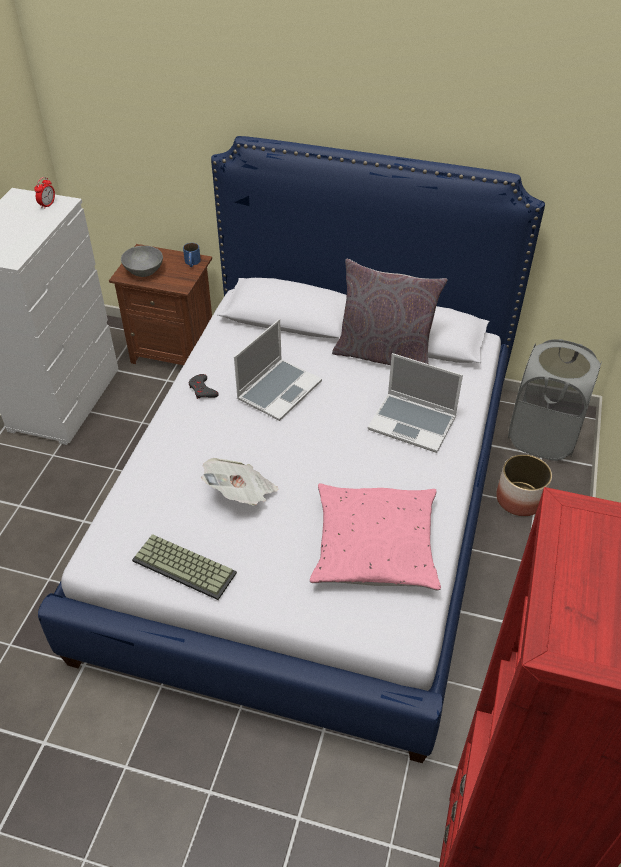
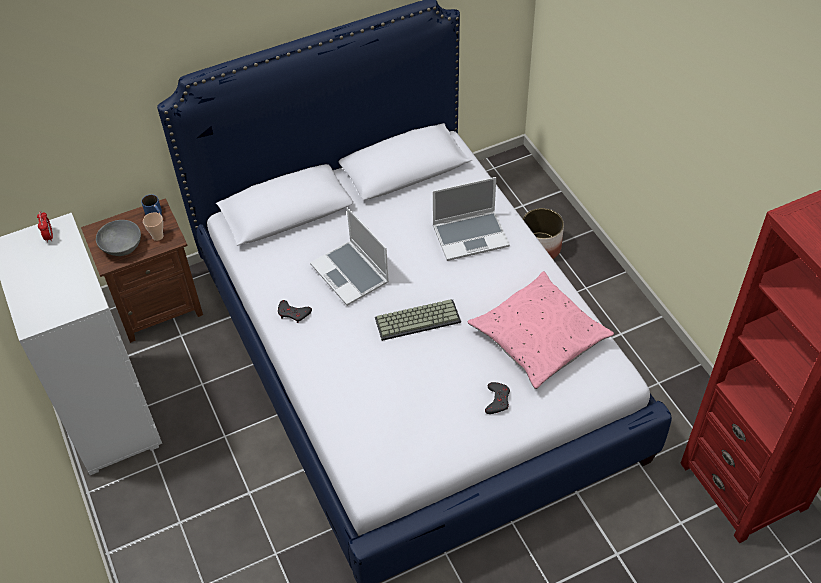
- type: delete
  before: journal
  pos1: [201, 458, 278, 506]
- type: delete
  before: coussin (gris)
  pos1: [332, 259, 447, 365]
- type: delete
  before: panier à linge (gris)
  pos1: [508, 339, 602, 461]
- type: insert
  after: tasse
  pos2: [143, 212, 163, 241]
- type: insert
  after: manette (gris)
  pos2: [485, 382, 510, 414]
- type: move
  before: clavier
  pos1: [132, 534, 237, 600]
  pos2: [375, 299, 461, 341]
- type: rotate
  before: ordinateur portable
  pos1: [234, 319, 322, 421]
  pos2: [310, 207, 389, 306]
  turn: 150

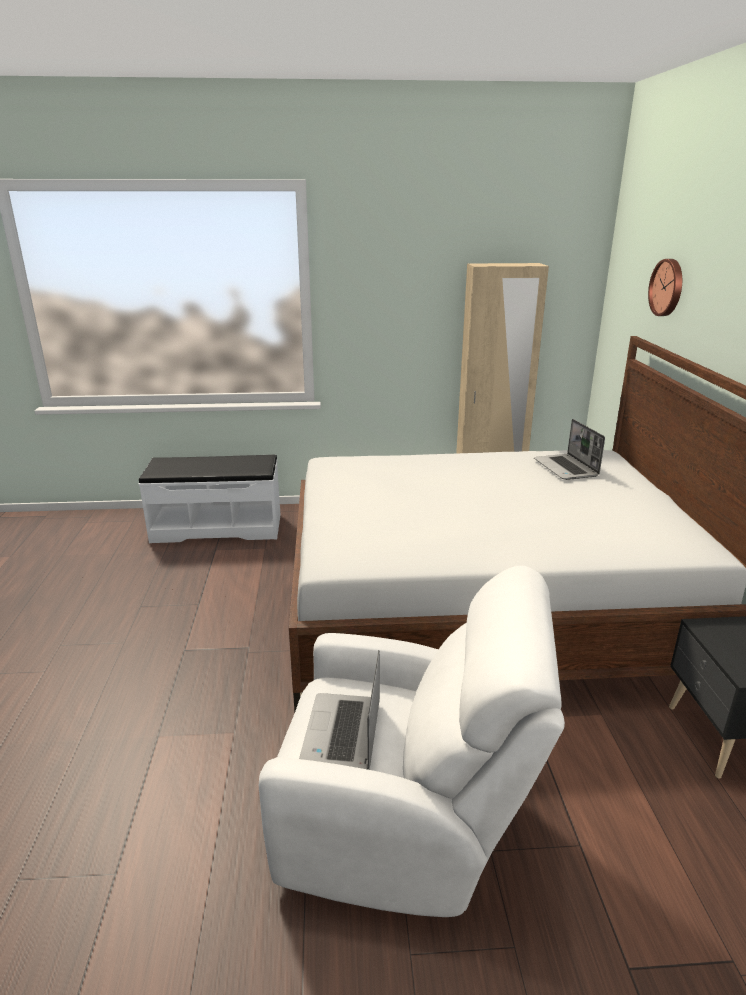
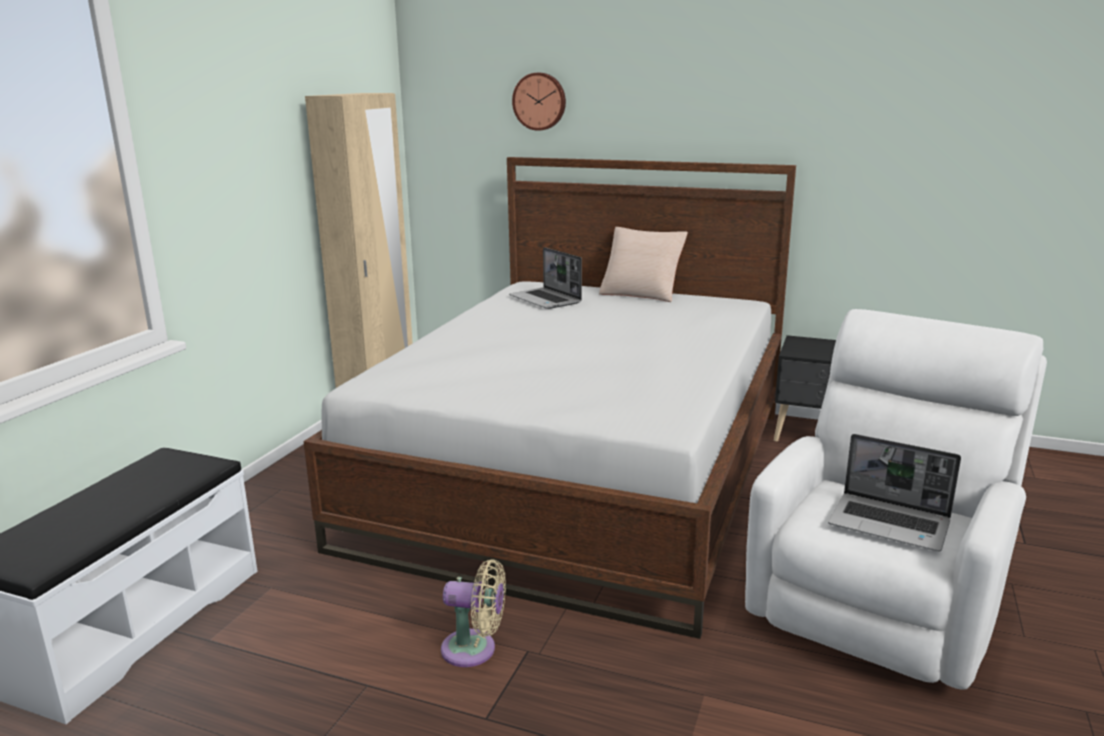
- type: insert
  after: ventilateur (beige)
  pos2: [441, 559, 506, 667]
- type: insert
  after: coussin (beige)
  pos2: [599, 227, 688, 302]
- type: rotate
  before: ordinateur portable
  pos1: [534, 419, 605, 480]
  pos2: [509, 247, 582, 309]
  turn: 45

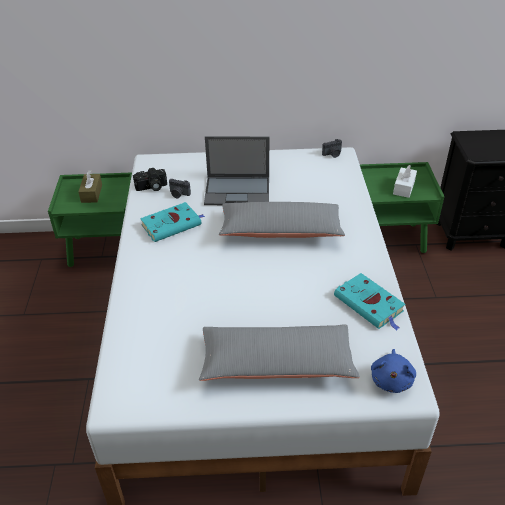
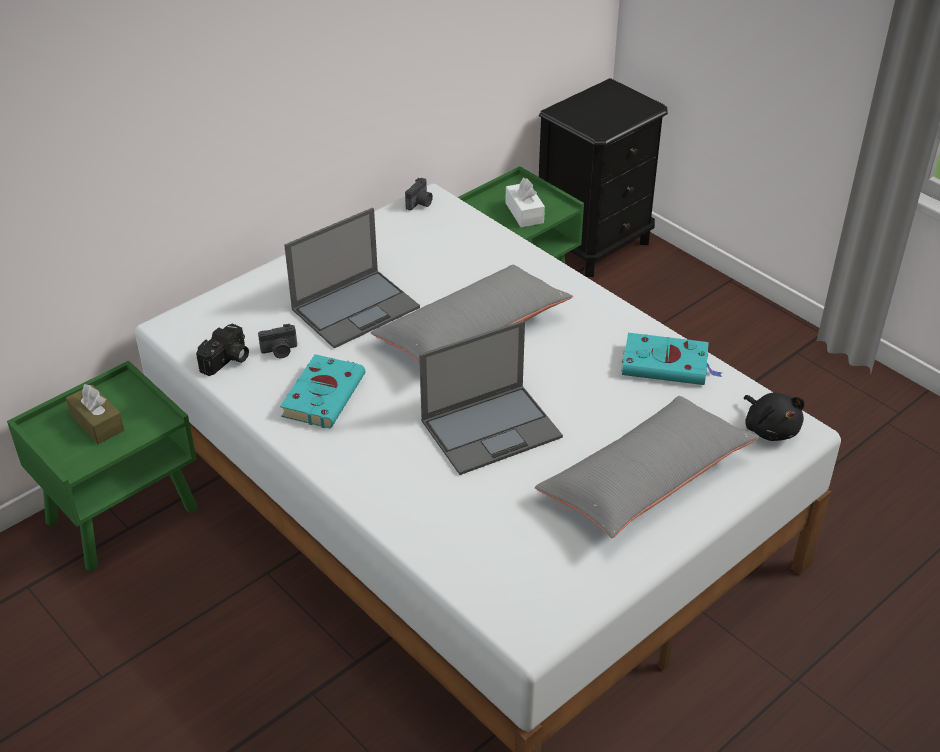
- type: insert
  after: ordinateur portable
  pos2: [419, 320, 563, 475]
- type: recolor
  before: peluche (bleu)
  after: peluche (noir)
  pos1: [371, 349, 416, 393]
  pos2: [744, 393, 804, 441]

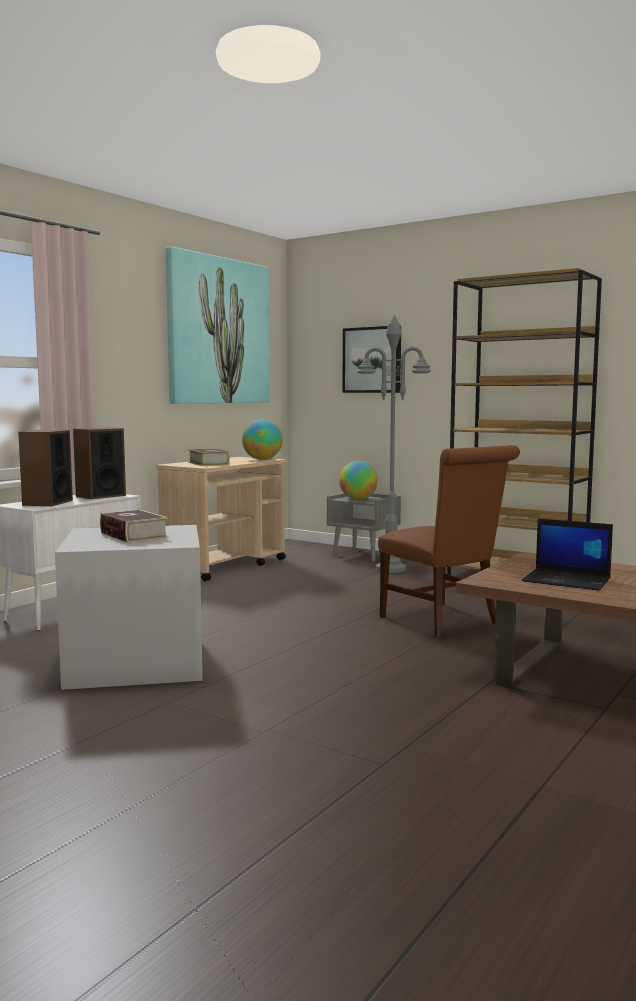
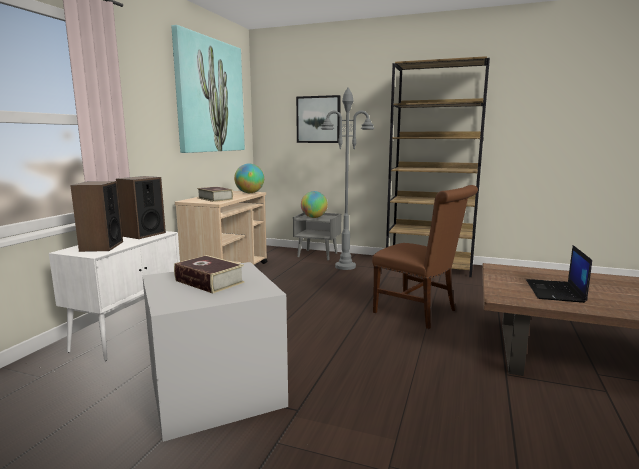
- type: rotate
  before: ordinateur portable
  pos1: [522, 519, 613, 591]
  pos2: [526, 245, 592, 303]
  turn: 90

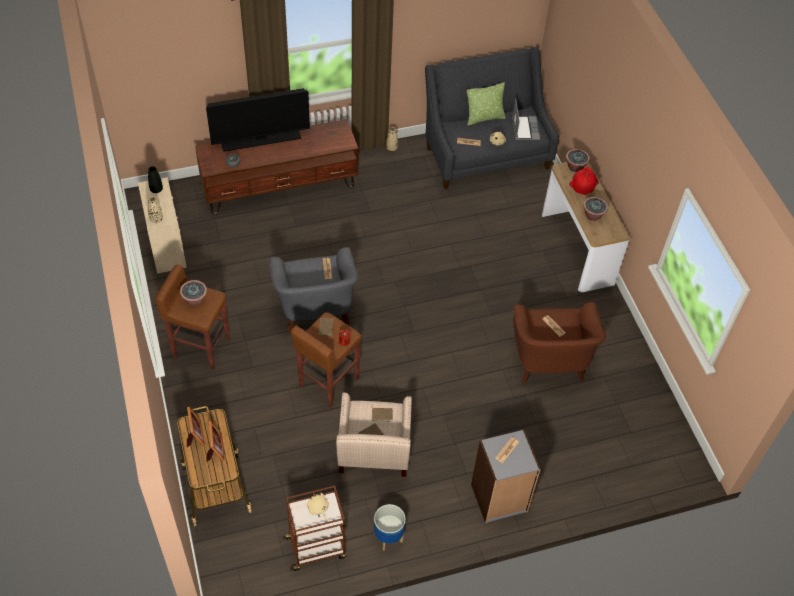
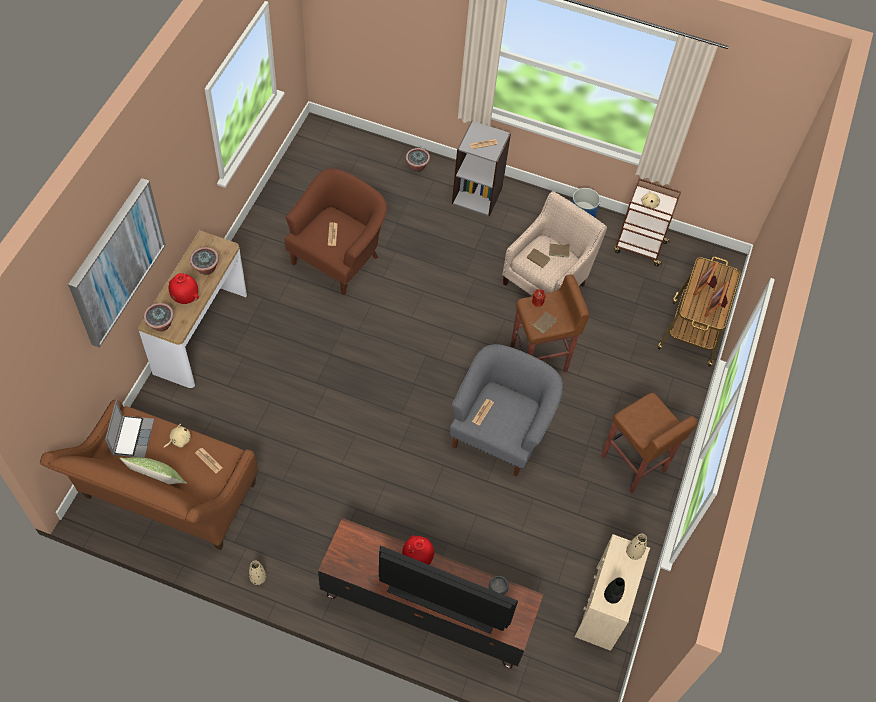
- type: insert
  after: tableau
  pos2: [68, 178, 166, 348]
- type: insert
  after: vase (rouge)
  pos2: [402, 535, 434, 565]
- type: move
  before: plante en pot
  pos1: [180, 280, 207, 306]
  pos2: [406, 148, 430, 172]
- type: recolor
  before: canapé (gris)
  after: canapé (marron)
  pos1: [425, 47, 559, 189]
  pos2: [40, 400, 258, 550]
- type: rotate
  before: ordinateur portable
  pos1: [512, 99, 540, 140]
  pos2: [105, 400, 154, 458]
  turn: 150

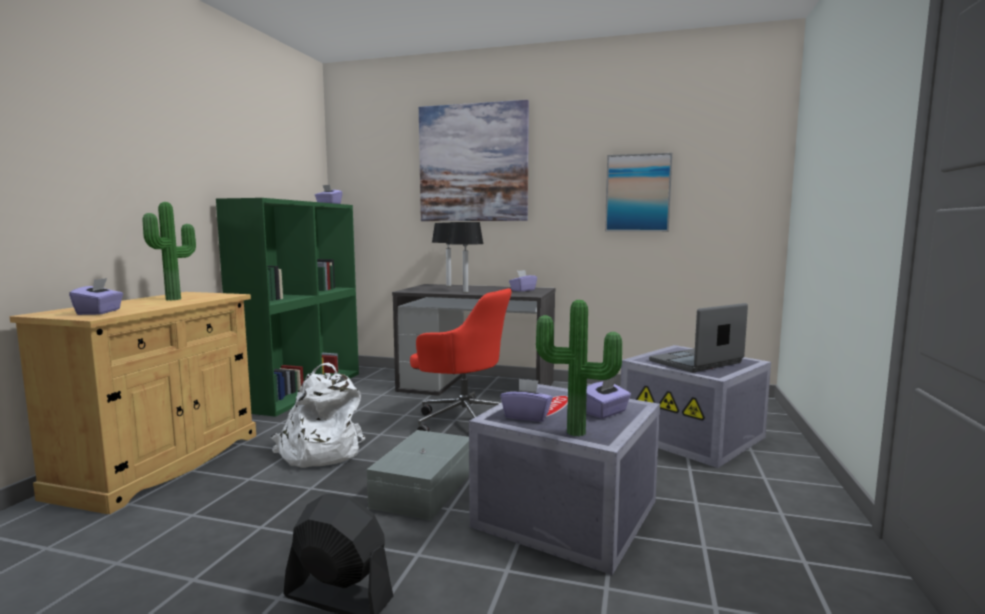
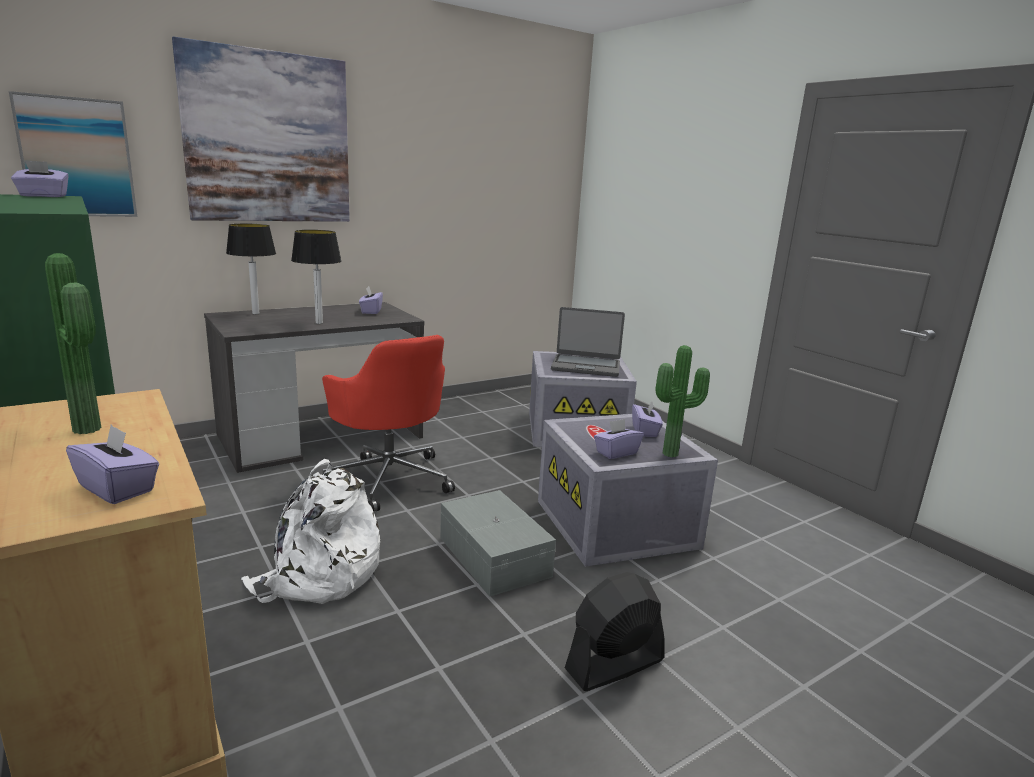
- type: move
  before: tableau
  pos1: [605, 153, 672, 232]
  pos2: [9, 91, 137, 217]
- type: rotate
  before: chaise de bureau (rouge)
  pos1: [410, 288, 512, 431]
  pos2: [322, 335, 455, 512]
  turn: 75
- type: rotate
  before: ordinateur portable
  pos1: [649, 303, 748, 372]
  pos2: [551, 307, 625, 377]
  turn: -90

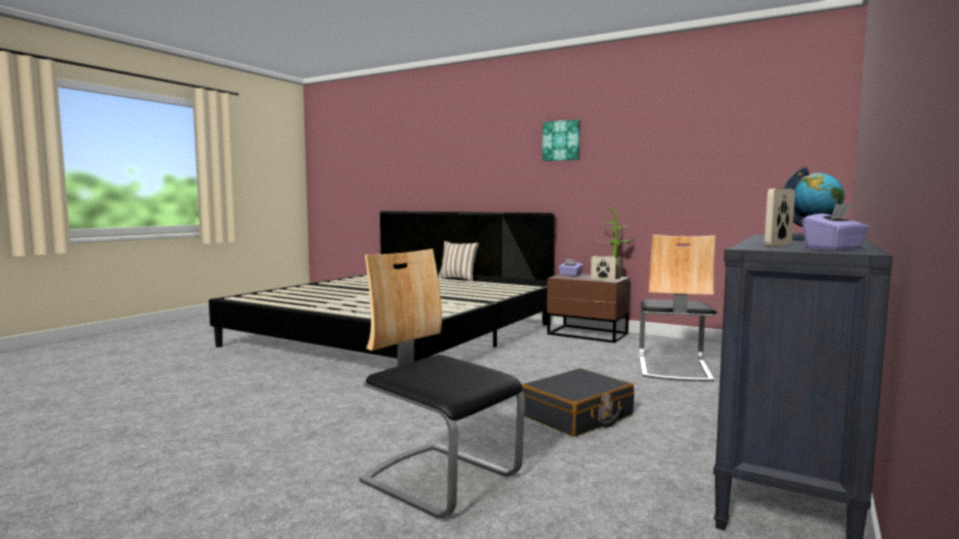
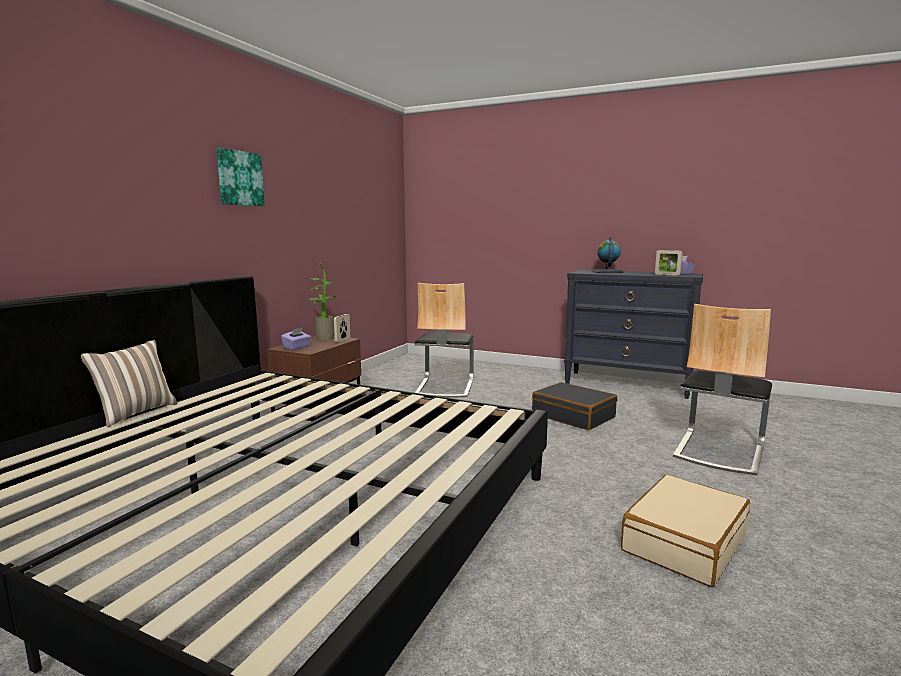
- type: insert
  after: valise (beige)
  pos2: [621, 475, 750, 587]
- type: rotate
  before: chaise
  pos1: [639, 235, 717, 382]
  pos2: [415, 283, 474, 397]
  turn: 90

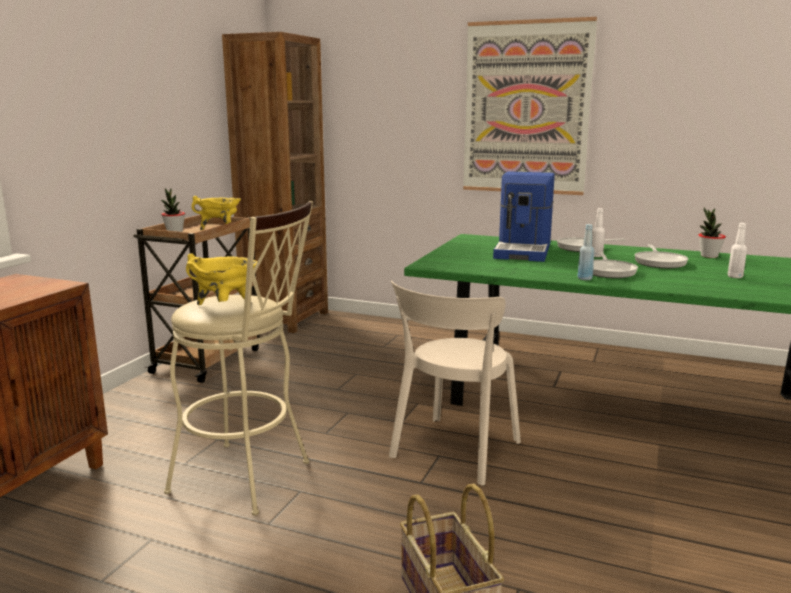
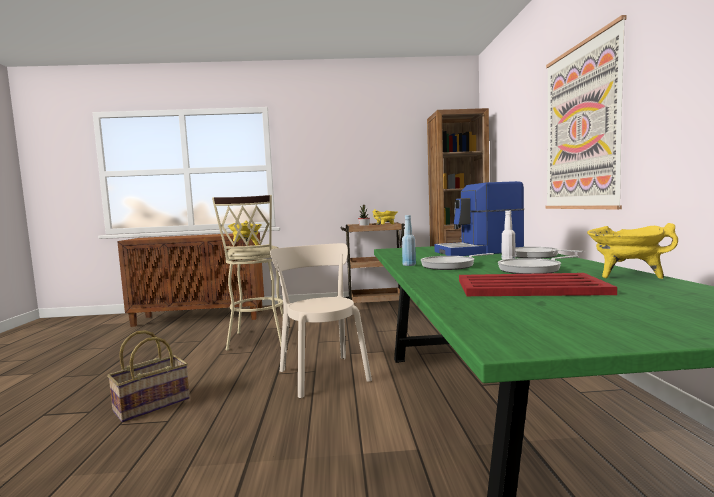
- type: replace
  before: plante en pot
  after: marmite (jaune)
  pos1: [699, 207, 726, 258]
  pos2: [587, 223, 678, 279]
- type: replace
  before: bouteille (blanc)
  after: plateau (rouge)
  pos1: [728, 223, 747, 278]
  pos2: [459, 273, 617, 296]
- type: rotate
  before: chaise (beige)
  pos1: [389, 280, 521, 486]
  pos2: [270, 243, 372, 398]
  turn: 60

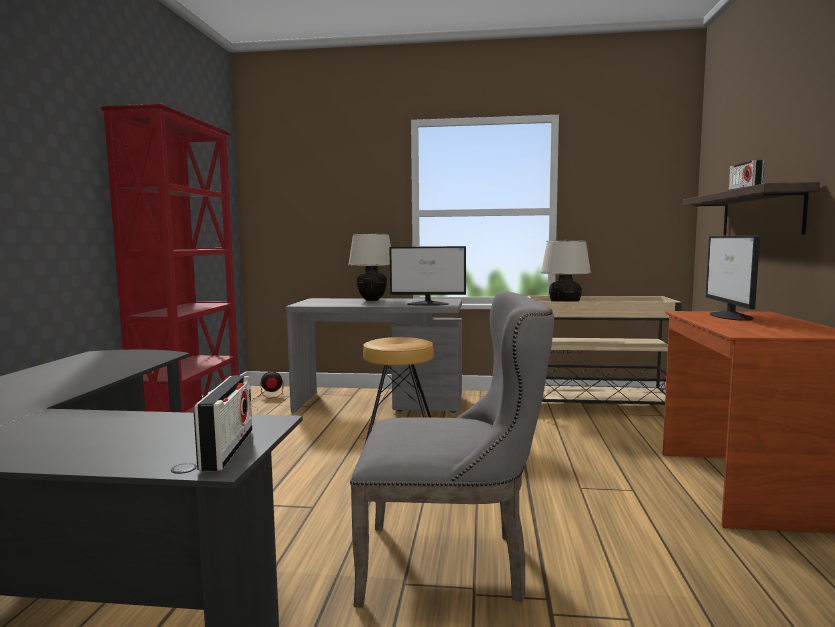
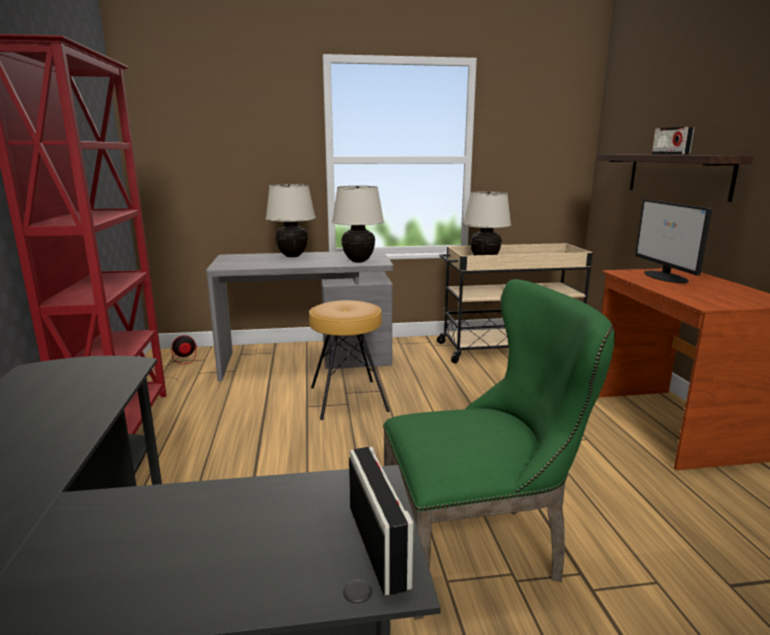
- type: replace
  before: écran d'ordinateur
  after: lampe de table (beige)
  pos1: [389, 246, 466, 306]
  pos2: [332, 186, 384, 262]
- type: recolor
  before: chaise (gris)
  after: chaise (vert)
  pos1: [350, 291, 554, 607]
  pos2: [383, 279, 615, 620]

